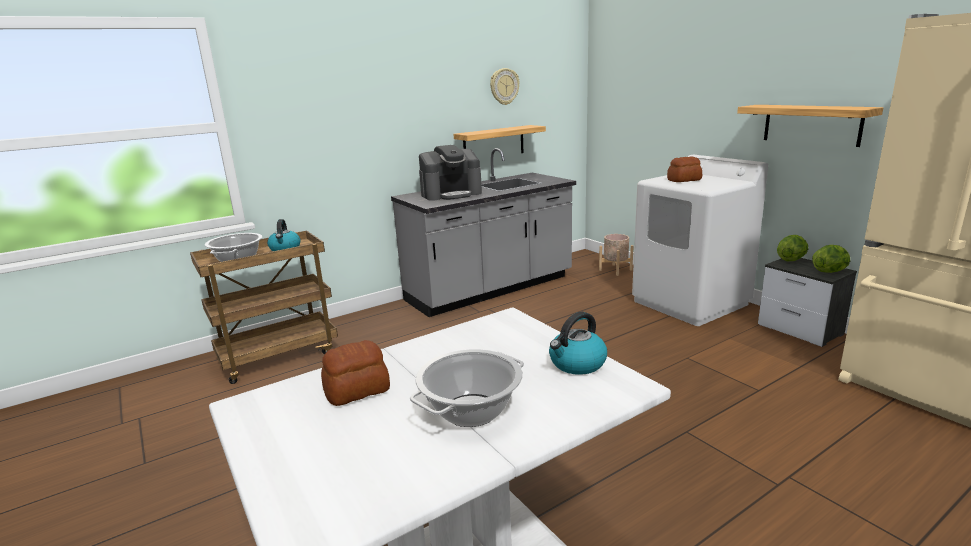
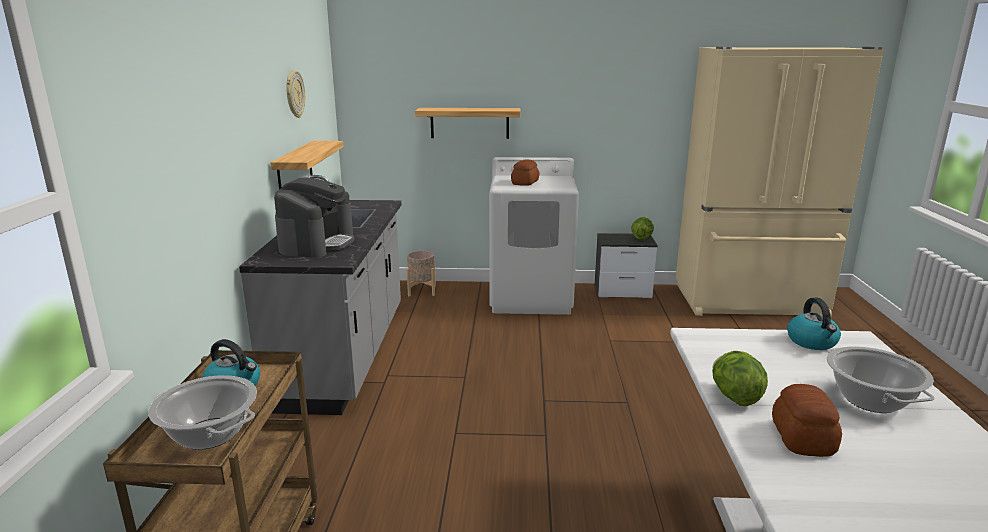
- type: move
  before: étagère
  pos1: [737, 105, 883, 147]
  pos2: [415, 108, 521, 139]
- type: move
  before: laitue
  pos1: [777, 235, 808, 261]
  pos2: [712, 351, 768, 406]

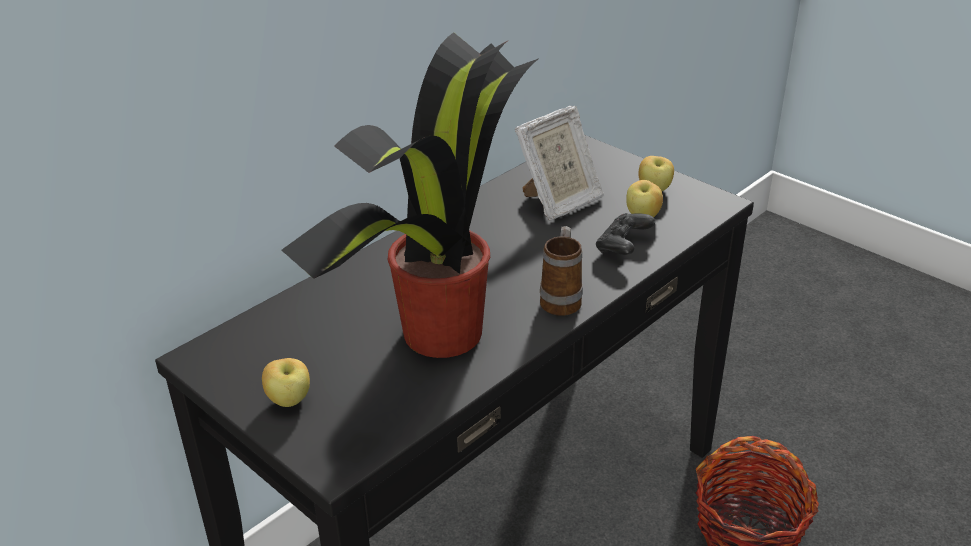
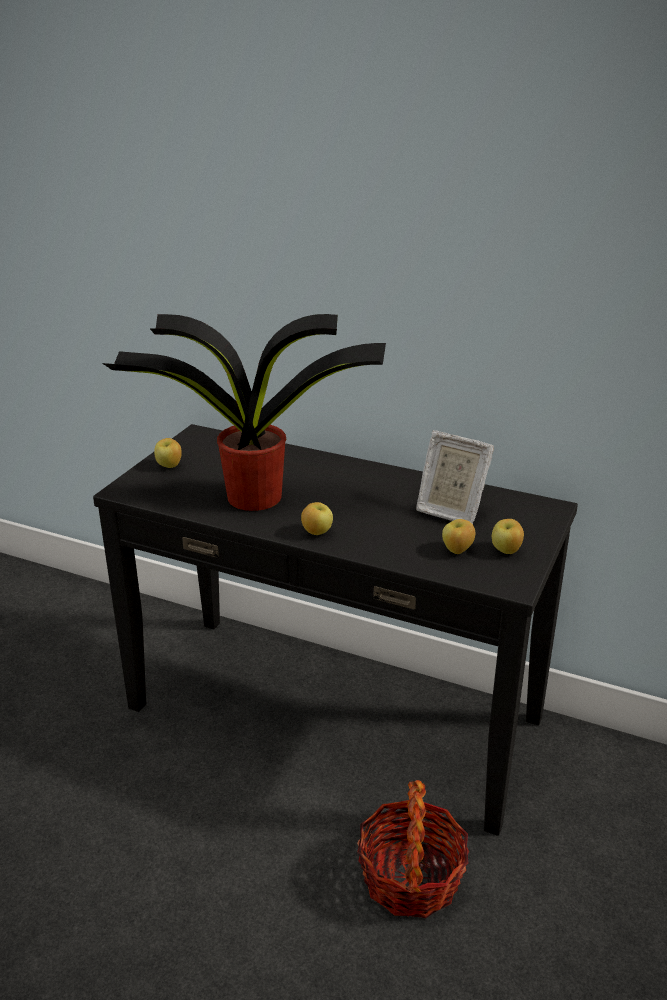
- type: delete
  before: manette (noir)
  pos1: [596, 213, 655, 255]
- type: replace
  before: mug
  after: pomme
  pos1: [540, 226, 583, 316]
  pos2: [301, 502, 333, 535]

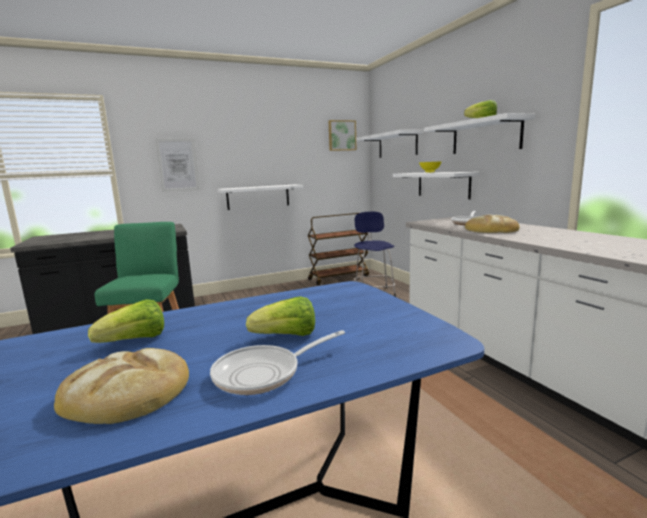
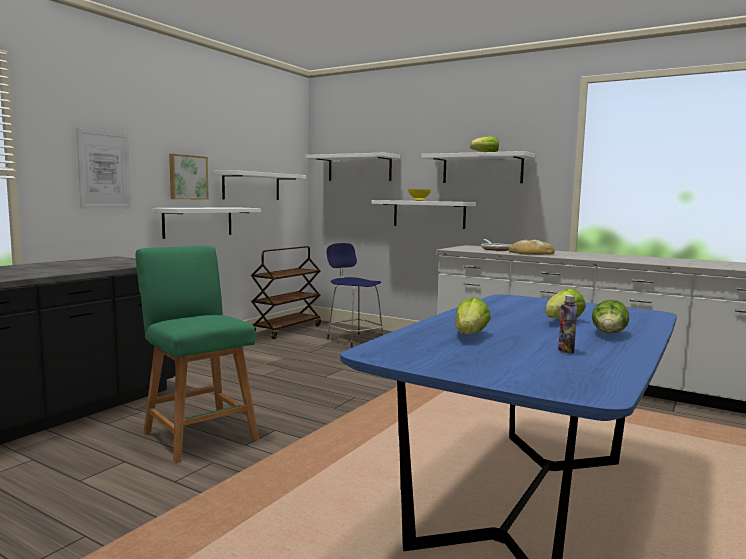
- type: insert
  after: étagère (blanc)
  pos2: [214, 171, 307, 200]
- type: move
  before: tableau
  pos1: [329, 120, 356, 151]
  pos2: [169, 154, 209, 200]
- type: replace
  before: pain
  after: bouteille
  pos1: [54, 348, 189, 424]
  pos2: [558, 295, 577, 354]
- type: replace
  before: poêle
  after: laitue
  pos1: [210, 330, 345, 395]
  pos2: [592, 299, 629, 333]

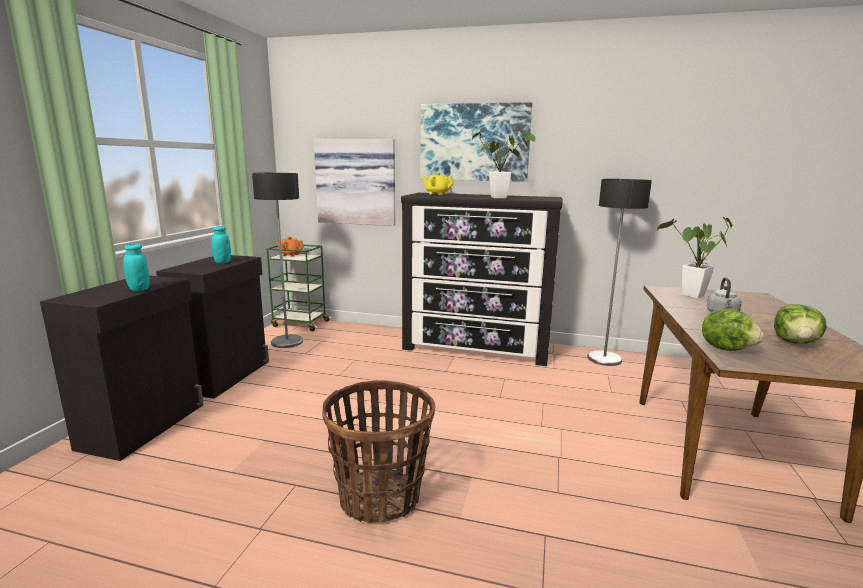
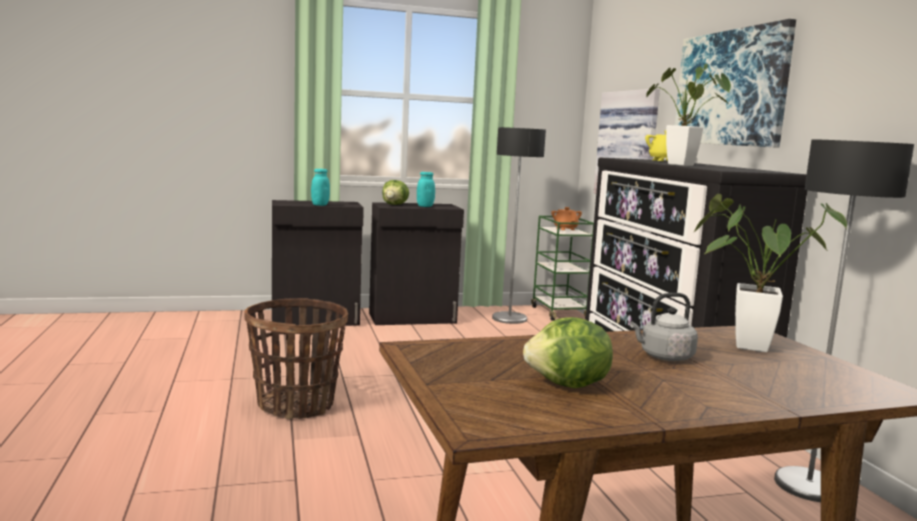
- type: move
  before: laitue
  pos1: [702, 309, 764, 351]
  pos2: [382, 180, 409, 205]

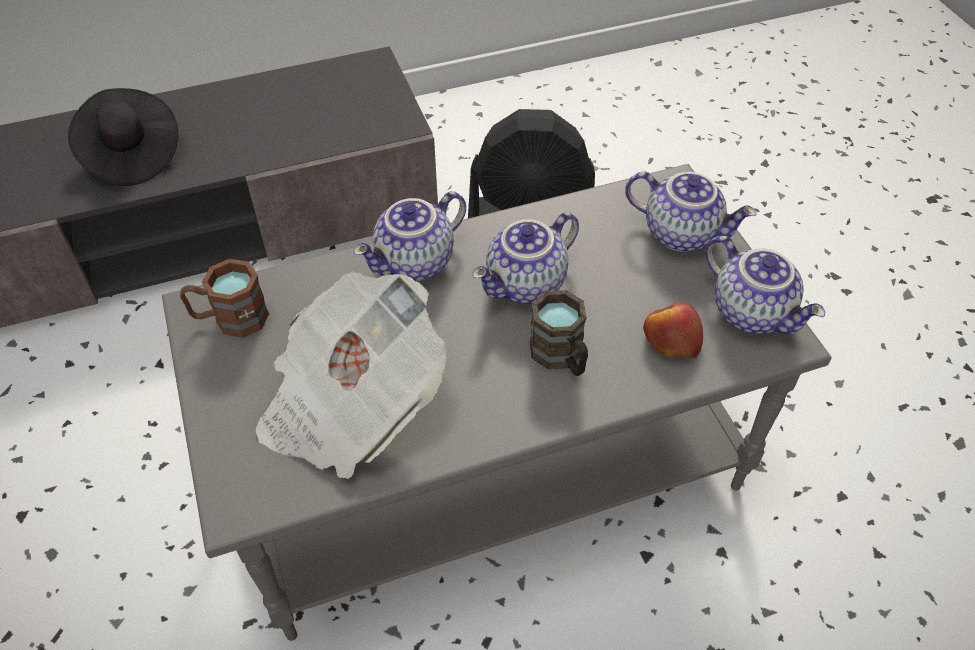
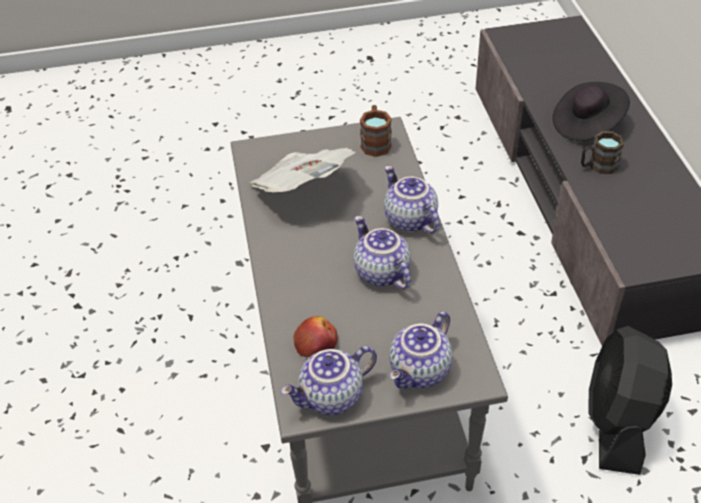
- type: move
  before: mug (marron)
  pos1: [530, 290, 588, 376]
  pos2: [581, 131, 624, 174]

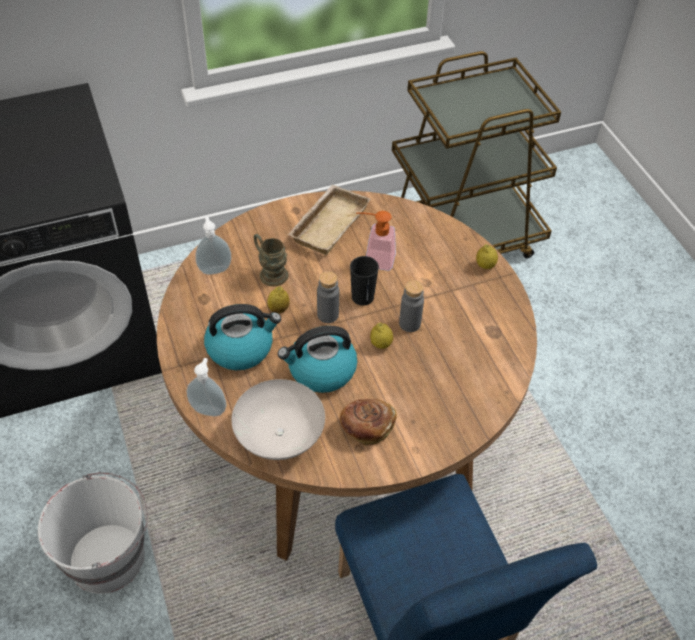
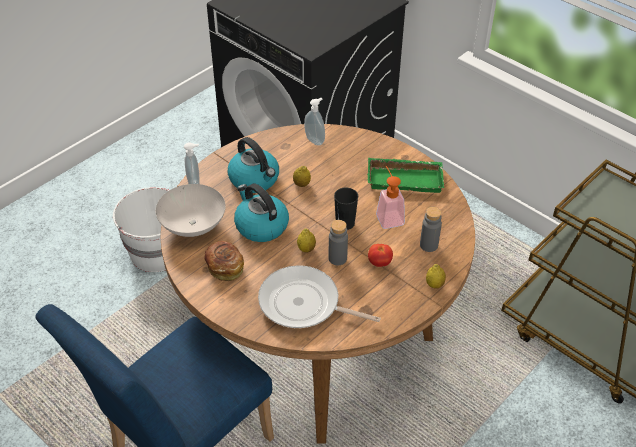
- type: delete
  before: mug (marron)
  pos1: [254, 234, 289, 286]
- type: insert
  after: poêle
  pos2: [258, 265, 381, 328]
- type: insert
  after: tomate
  pos2: [368, 244, 393, 267]
- type: move
  before: bouteille (gris)
  pos1: [317, 271, 339, 323]
  pos2: [420, 207, 442, 252]
- type: recolor
  before: plateau (beige)
  after: plateau (vert)
  pos1: [287, 184, 370, 255]
  pos2: [367, 158, 444, 193]

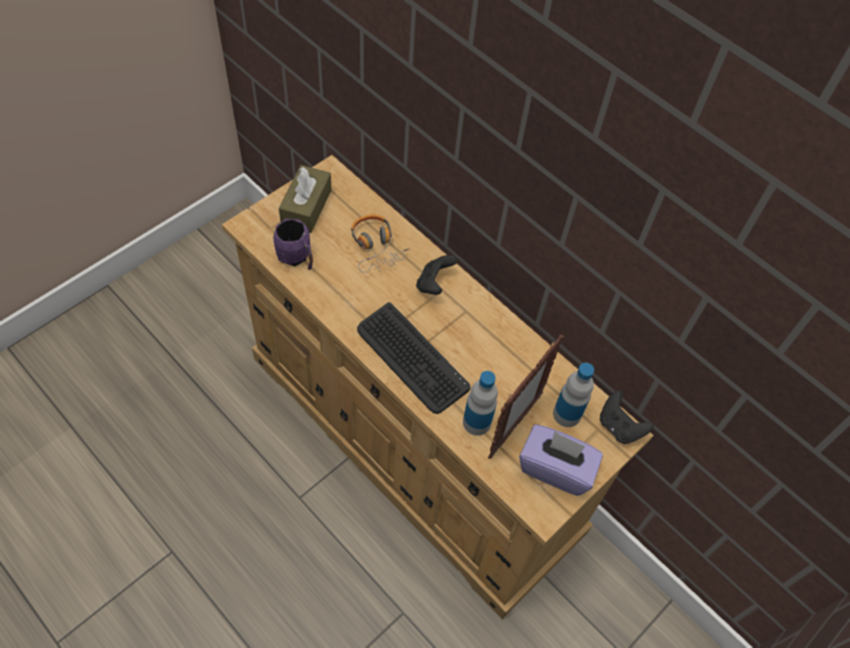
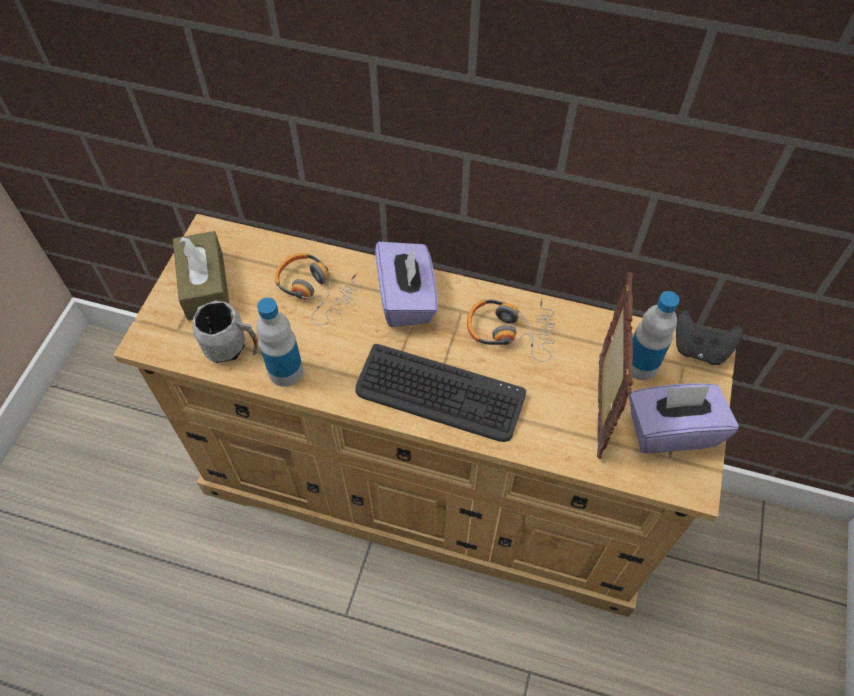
- type: insert
  after: casque audio
  pos2: [467, 298, 556, 362]
- type: move
  before: bouteille
  pos1: [463, 371, 498, 436]
  pos2: [256, 298, 303, 387]
- type: replace
  before: manette (noir)
  after: boîte à mouchoirs (violet)
  pos1: [416, 255, 457, 295]
  pos2: [376, 242, 438, 327]
- type: recolor
  before: mug (violet)
  after: mug (gris)
  pos1: [273, 219, 313, 270]
  pos2: [192, 300, 258, 363]

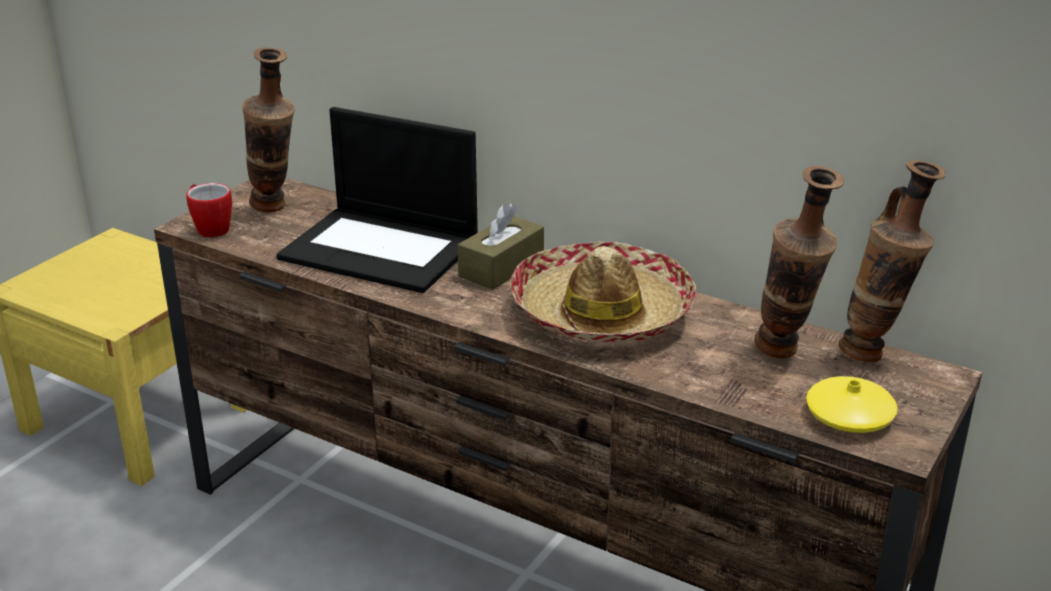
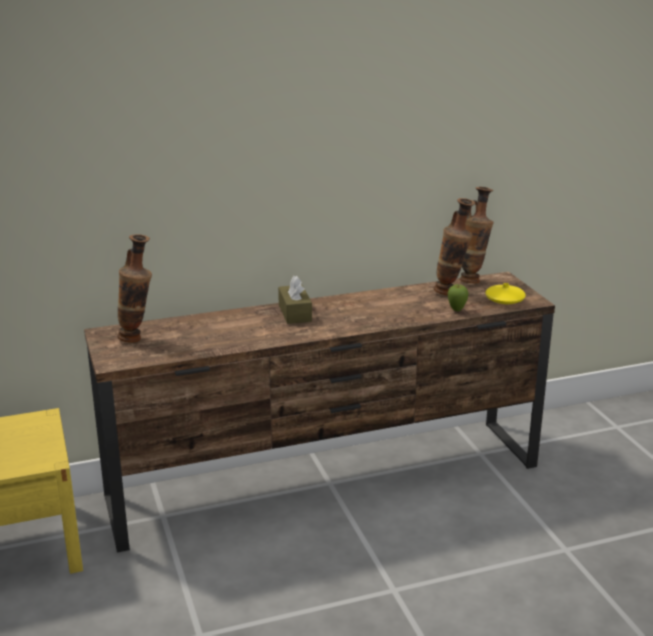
- type: delete
  before: mug
  pos1: [186, 183, 232, 237]
- type: delete
  before: ordinateur portable
  pos1: [277, 107, 478, 293]
- type: delete
  before: chapeau
  pos1: [509, 241, 697, 342]
- type: insert
  after: pomme
  pos2: [447, 284, 469, 312]

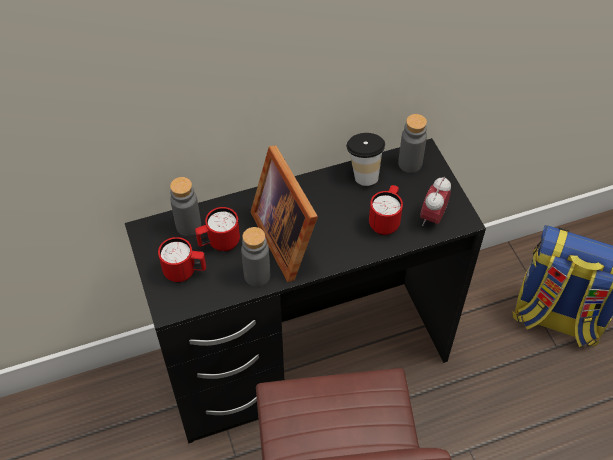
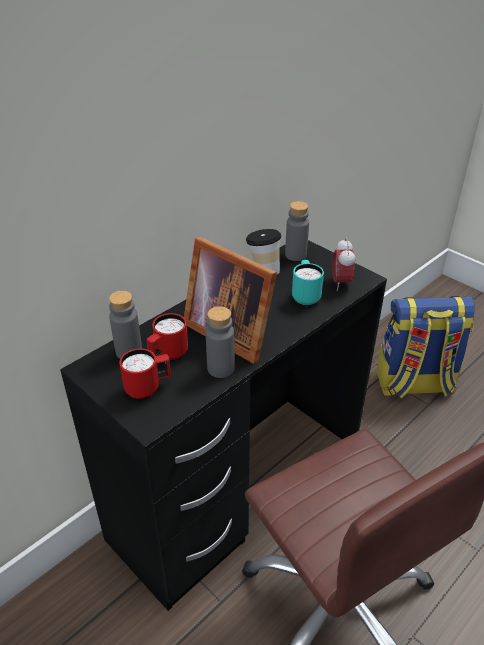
- type: recolor
  before: mug (rouge)
  after: mug (turquoise)
  pos1: [369, 185, 403, 235]
  pos2: [292, 260, 324, 306]

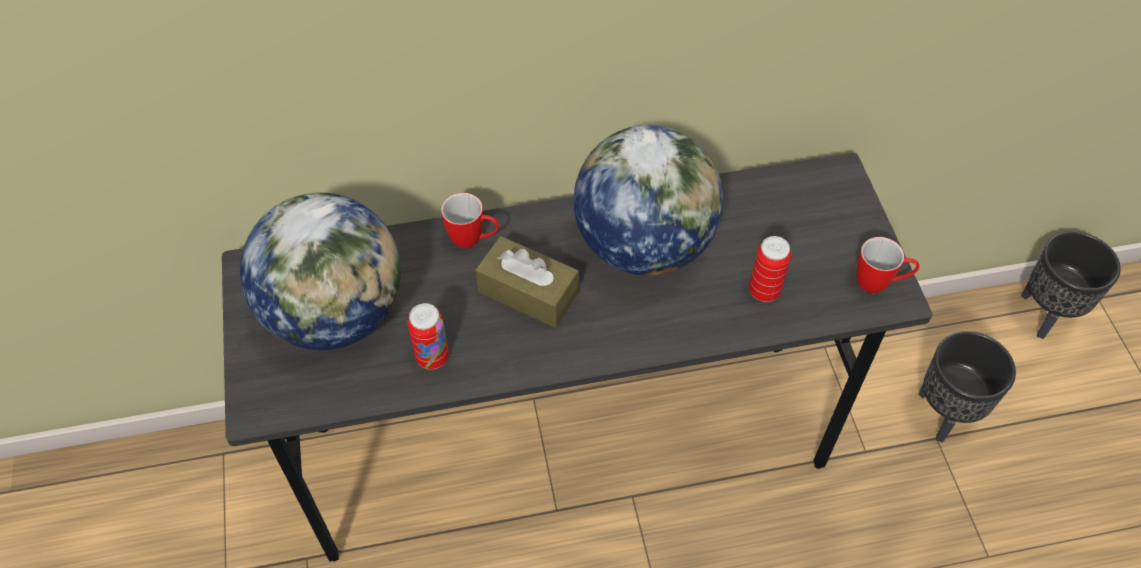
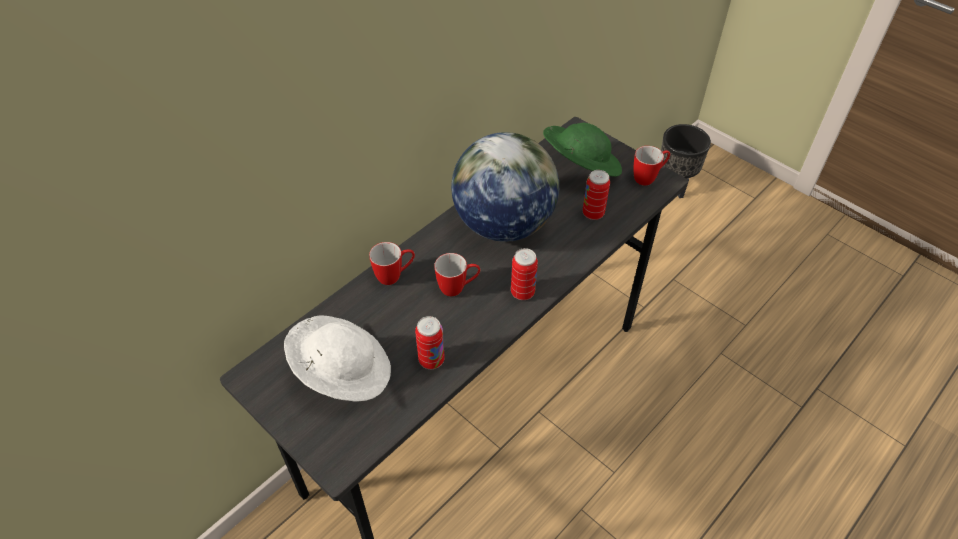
- type: delete
  before: cache-pot (noir)
  pos1: [918, 331, 1016, 442]
- type: insert
  after: boîte métallique
  pos2: [511, 248, 538, 300]
- type: insert
  after: chapeau (vert)
  pos2: [543, 123, 622, 177]
- type: replace
  before: globe
  after: chapeau (blanc)
  pos1: [240, 193, 401, 350]
  pos2: [284, 315, 391, 401]
- type: replace
  before: boîte à mouchoirs (marron)
  after: mug
  pos1: [475, 236, 579, 328]
  pos2: [434, 253, 480, 297]

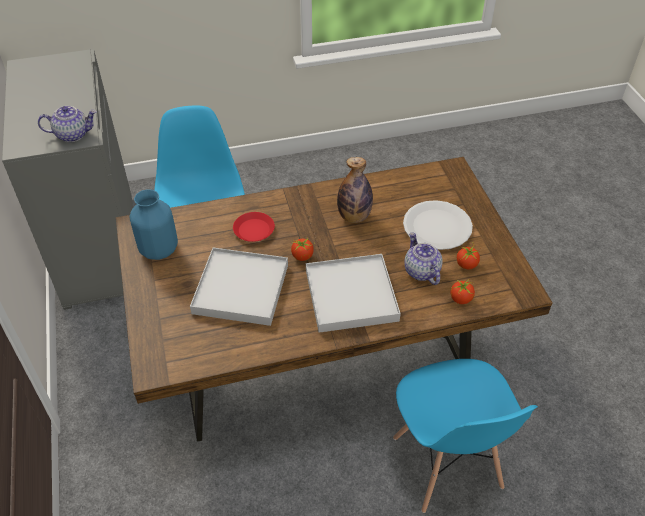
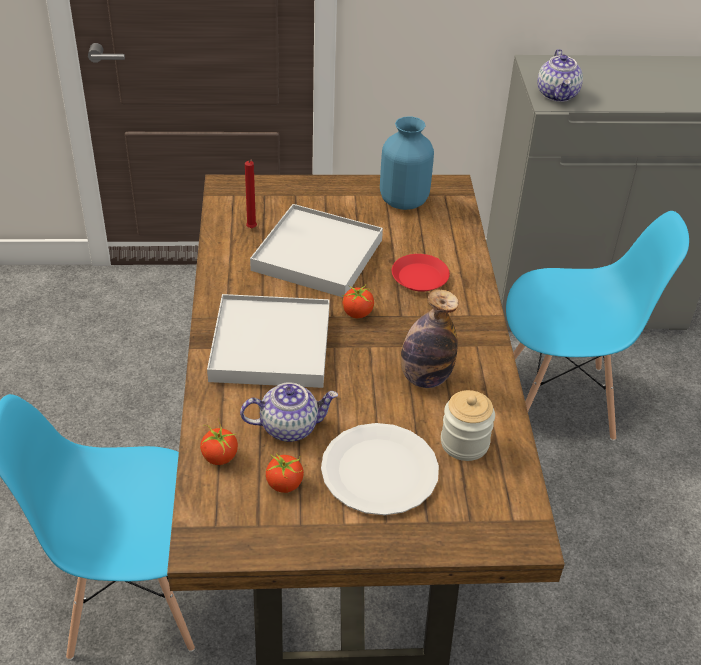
- type: insert
  after: bougie (rouge)
  pos2: [245, 159, 257, 229]
- type: insert
  after: bocal
  pos2: [441, 390, 495, 461]

